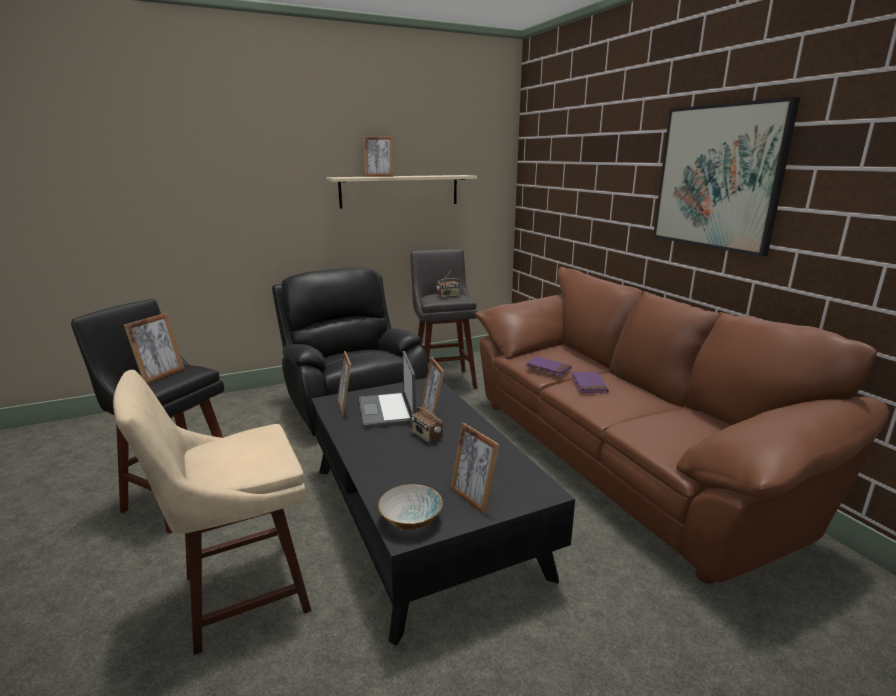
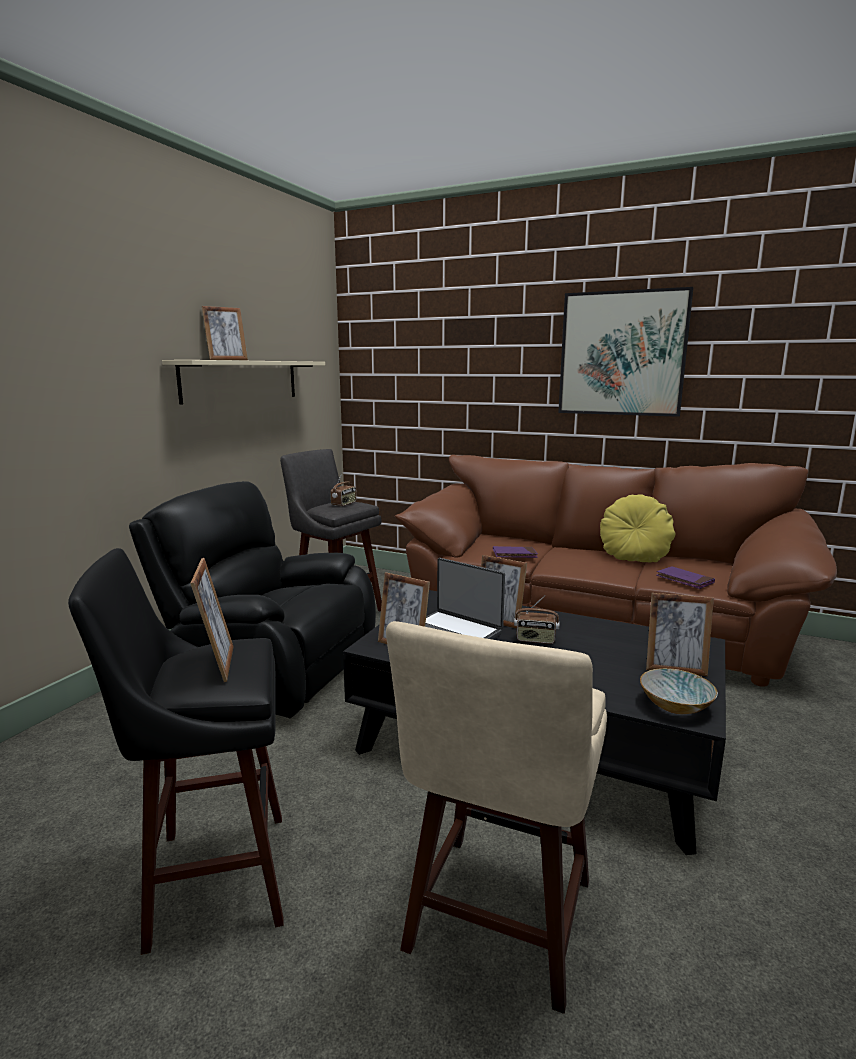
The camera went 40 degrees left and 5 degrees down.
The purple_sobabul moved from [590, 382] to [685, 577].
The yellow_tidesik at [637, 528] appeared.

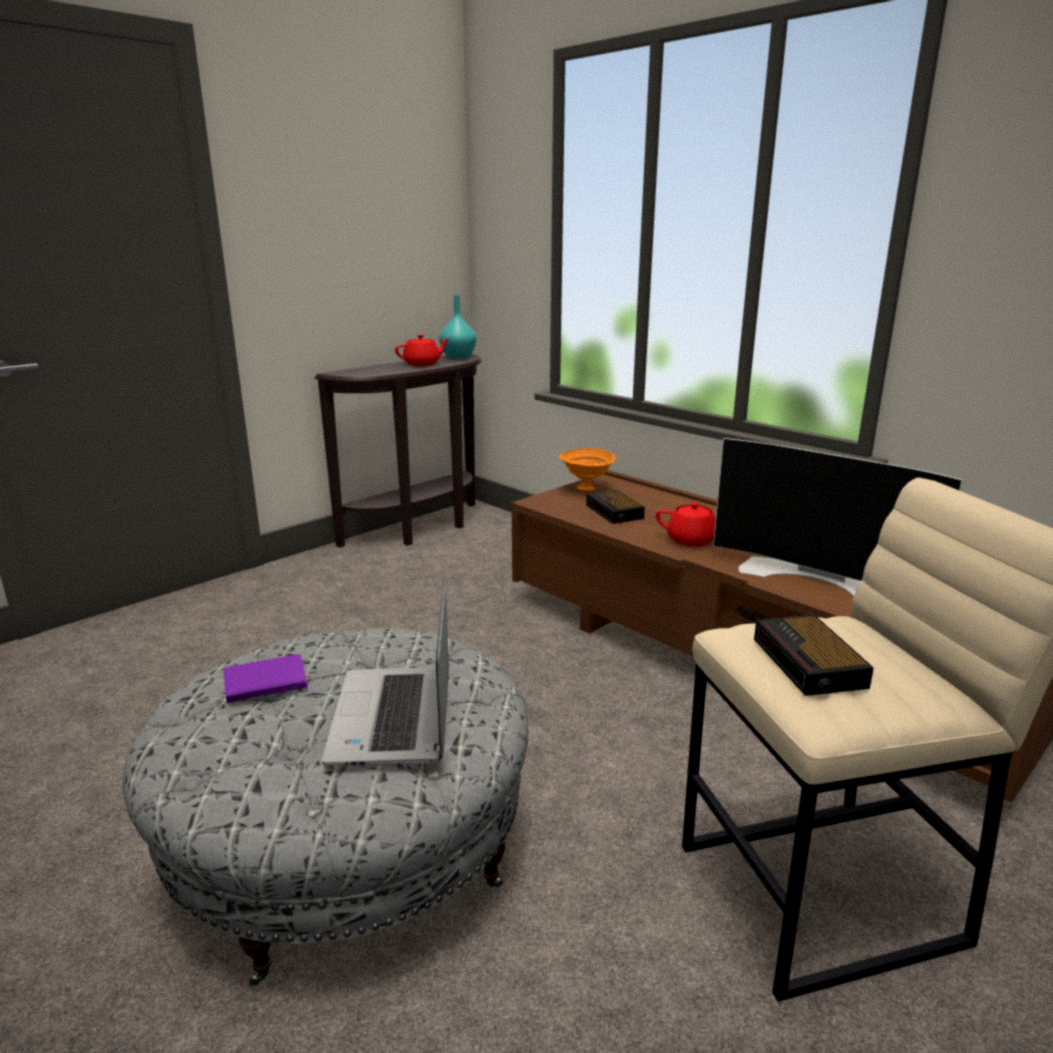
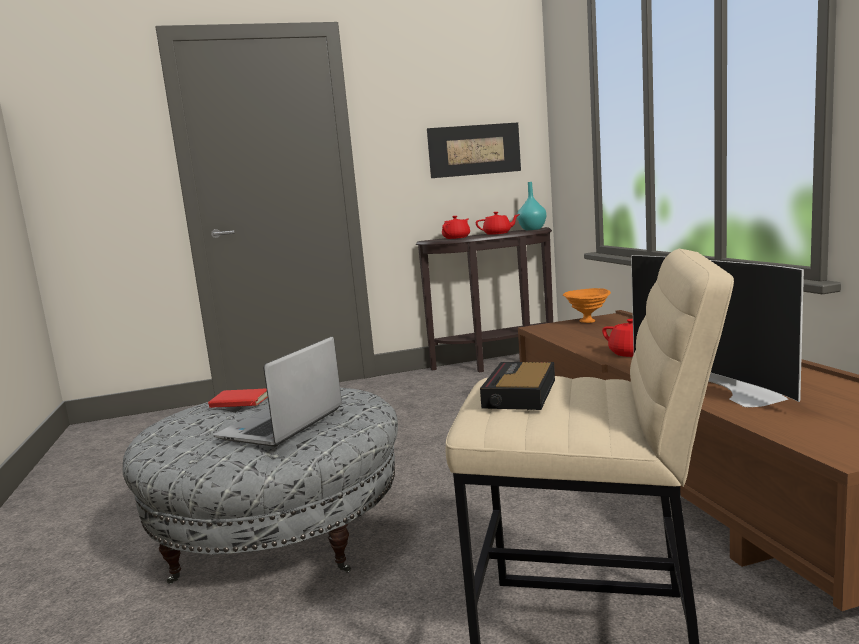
The camera went 30 degrees right and 10 degrees down.
The purple_sobabul at [266, 678] became the red_sobabul at [238, 398].
The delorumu at [615, 507] disappeared.
The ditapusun at [474, 150] appeared.
The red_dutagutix at [456, 227] appeared.

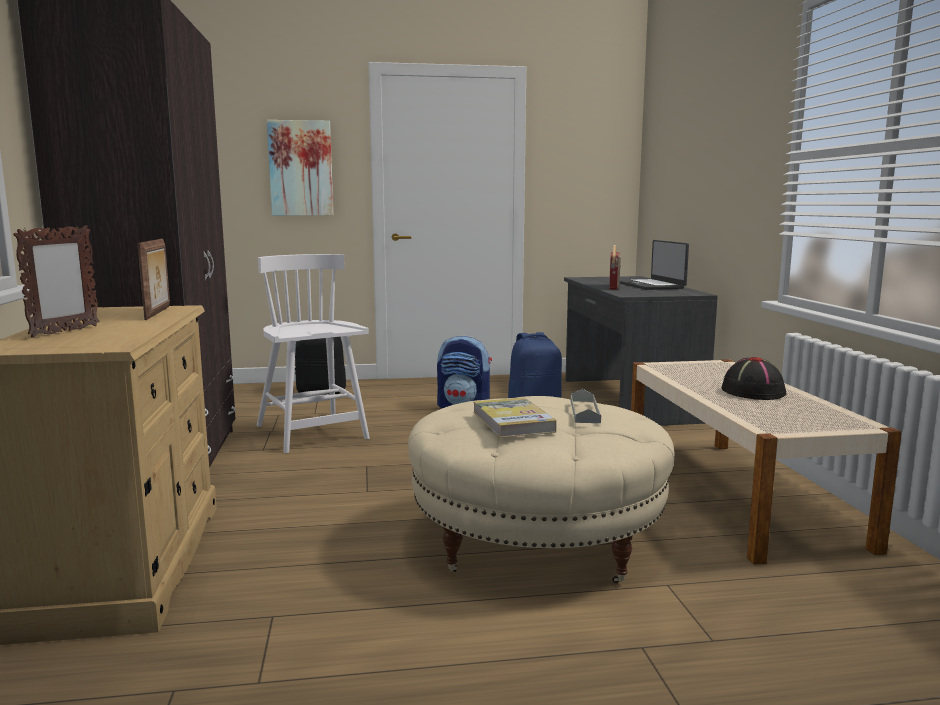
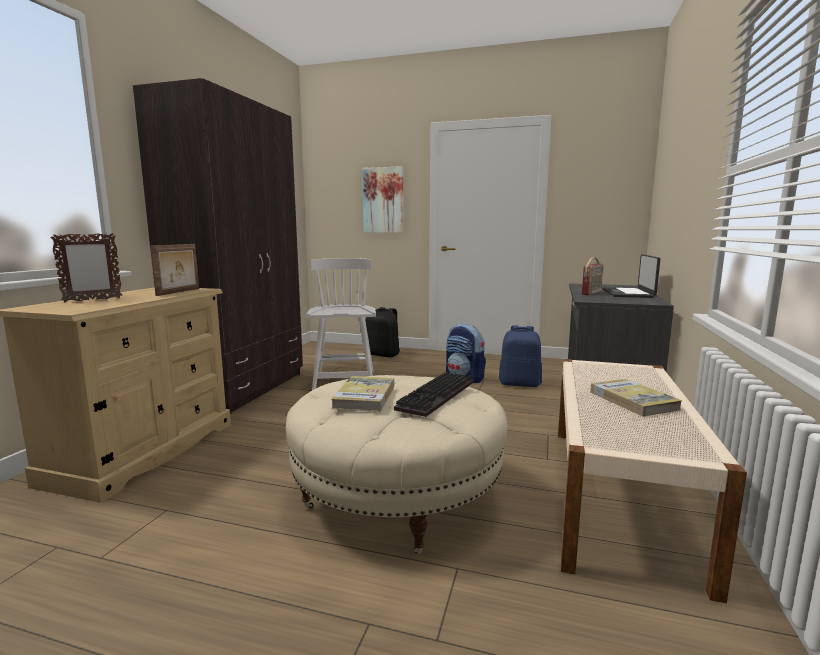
The camera went 25 degrees right and 0 degrees up.
The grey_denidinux at [586, 406] was replaced by the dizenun at [433, 394].
The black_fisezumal at [754, 378] was replaced by the sobabul at [636, 397].

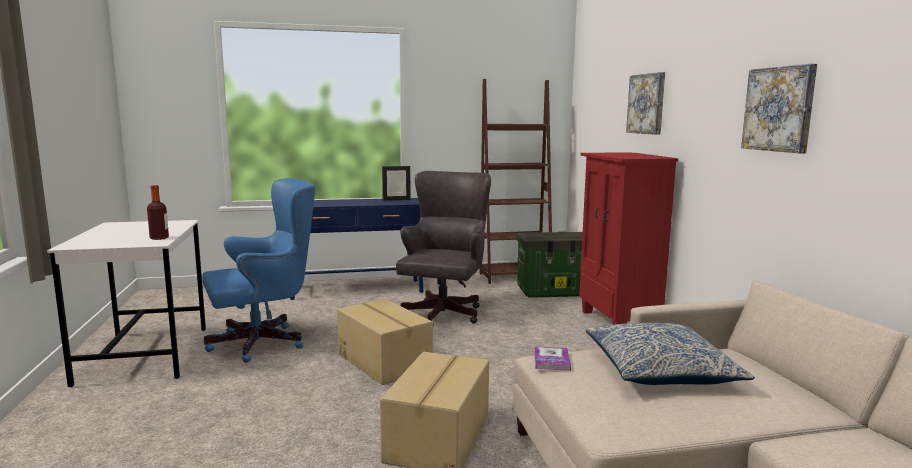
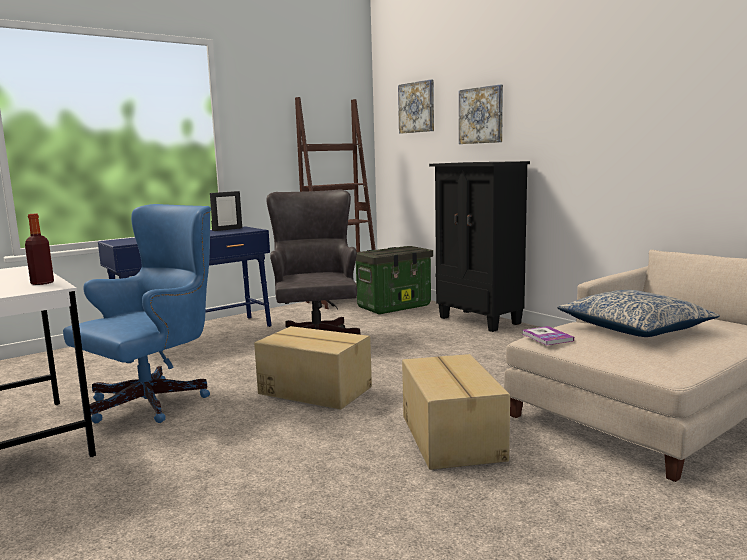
The camera went 25 degrees left and 0 degrees up.
The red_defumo at [628, 238] became the black_defumo at [479, 246].
The ditapusun moved from [779, 108] to [416, 106].

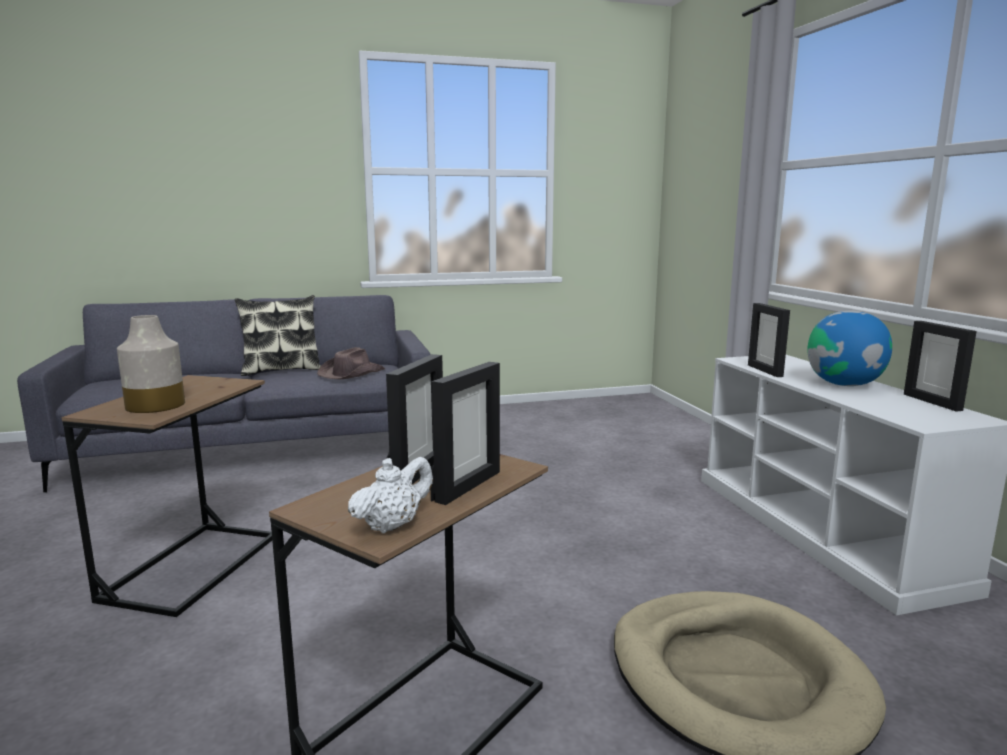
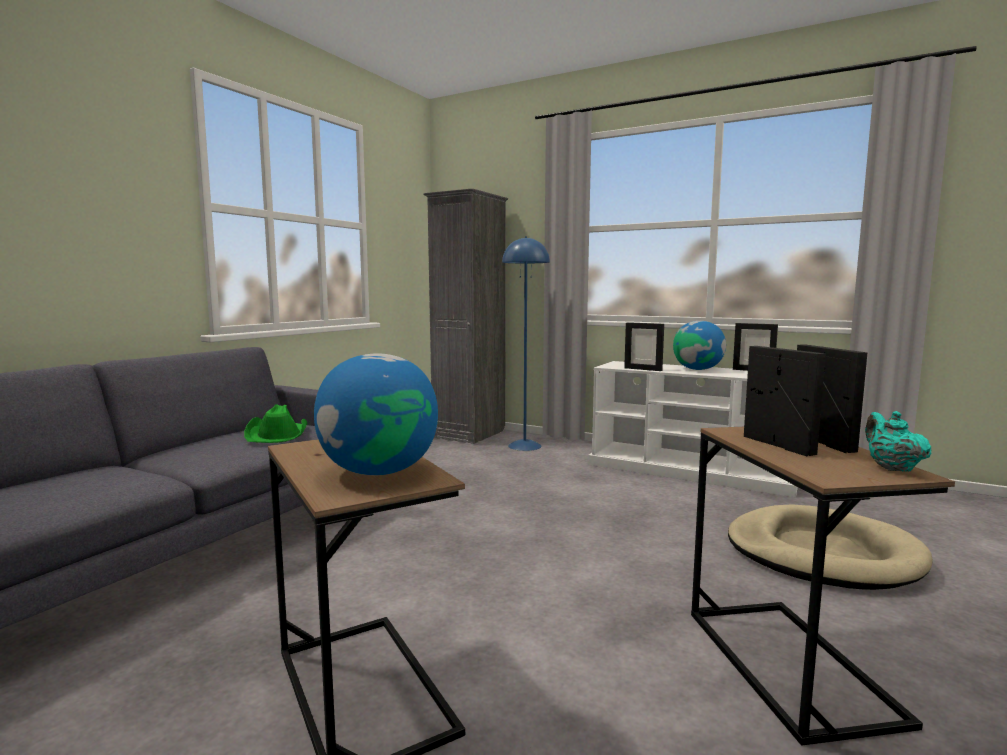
The camera went 45 degrees left and 5 degrees down.
The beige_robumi at [151, 364] was replaced by the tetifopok at [376, 414].
The tidesik at [278, 335] disappeared.
The brown_fisezumal at [351, 363] became the green_fisezumal at [275, 423].
The white_dutagutix at [390, 495] became the turquoise_dutagutix at [898, 441].
The grey_defumo at [465, 316] appeared.
The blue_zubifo at [526, 344] appeared.

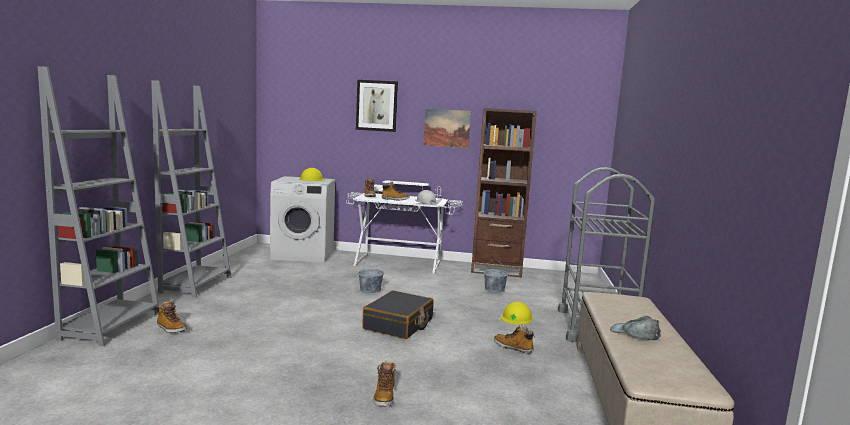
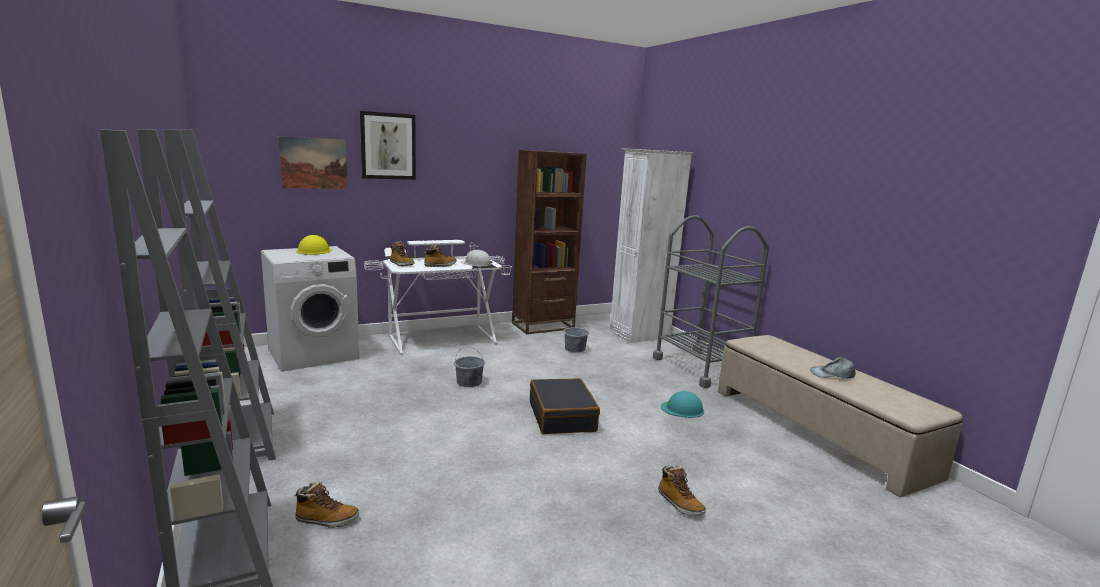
The camera went 35 degrees left and 5 degrees up.
The ditapusun moved from [447, 128] to [313, 162].
The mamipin at [514, 338] was replaced by the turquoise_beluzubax at [682, 404].
The yellow_beluzubax at [517, 313] disappeared.
The white_defumo at [651, 245] appeared.

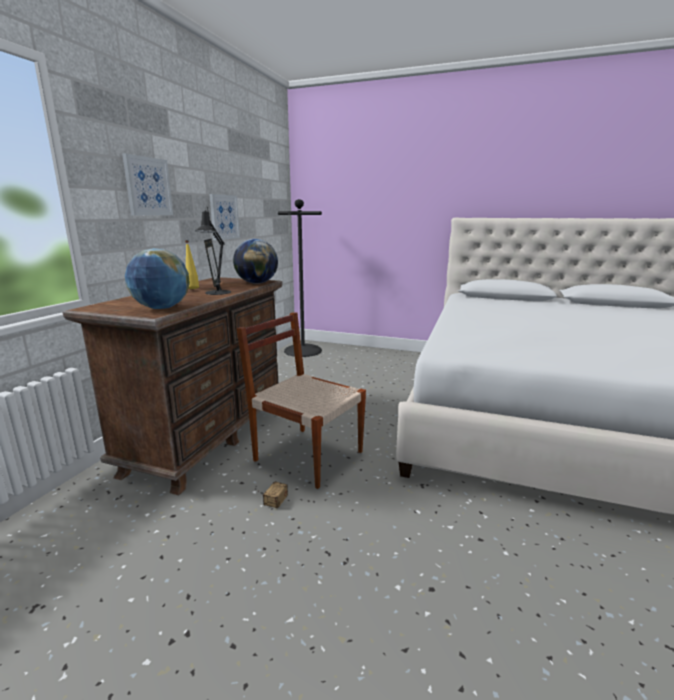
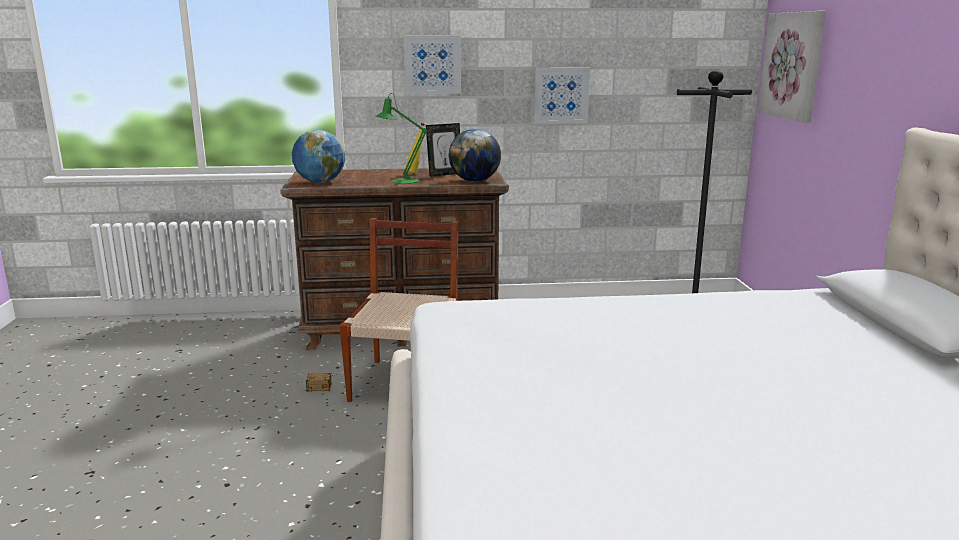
The camera went 65 degrees right and 0 degrees up.
The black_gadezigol at [213, 250] became the green_gadezigol at [401, 138].
The ditapusun at [792, 67] appeared.

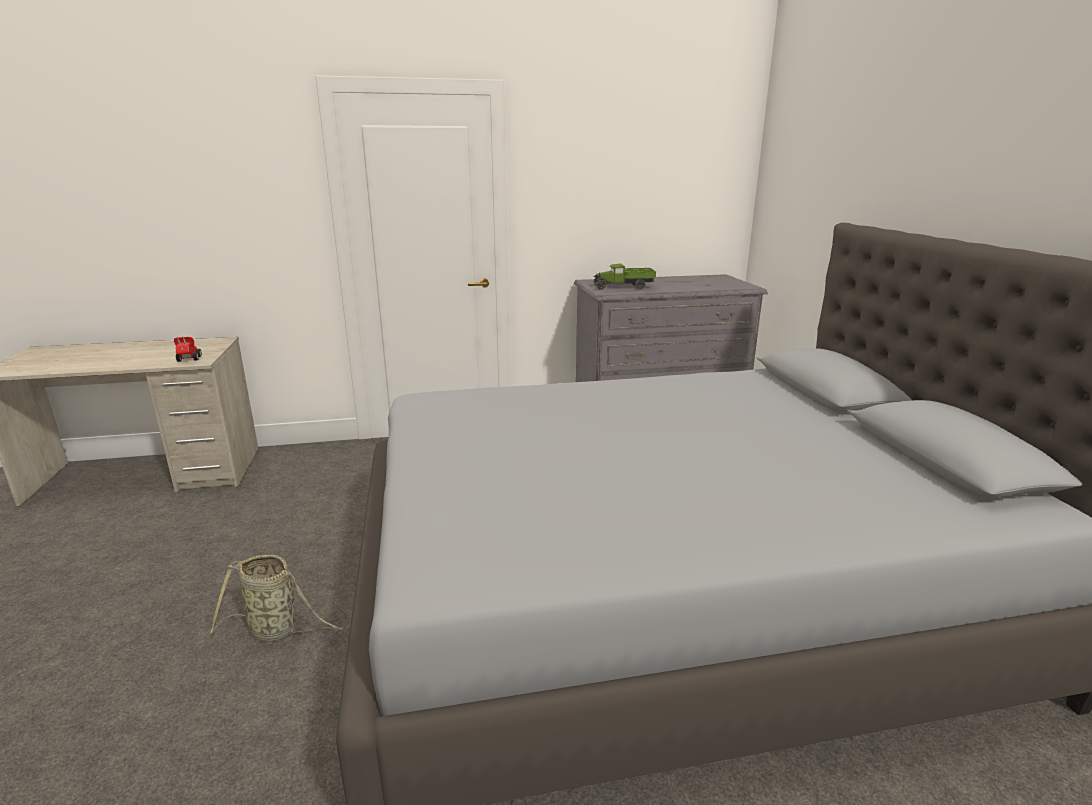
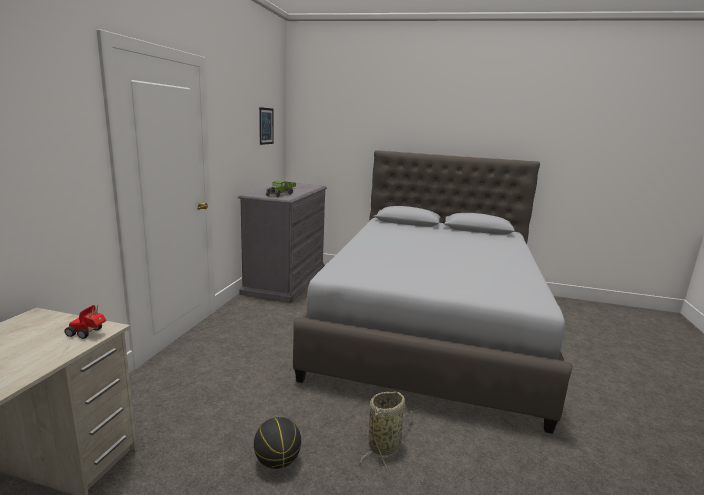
The camera went 65 degrees left and 5 degrees down.
The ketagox at [277, 443] appeared.
The ditapusun at [266, 126] appeared.

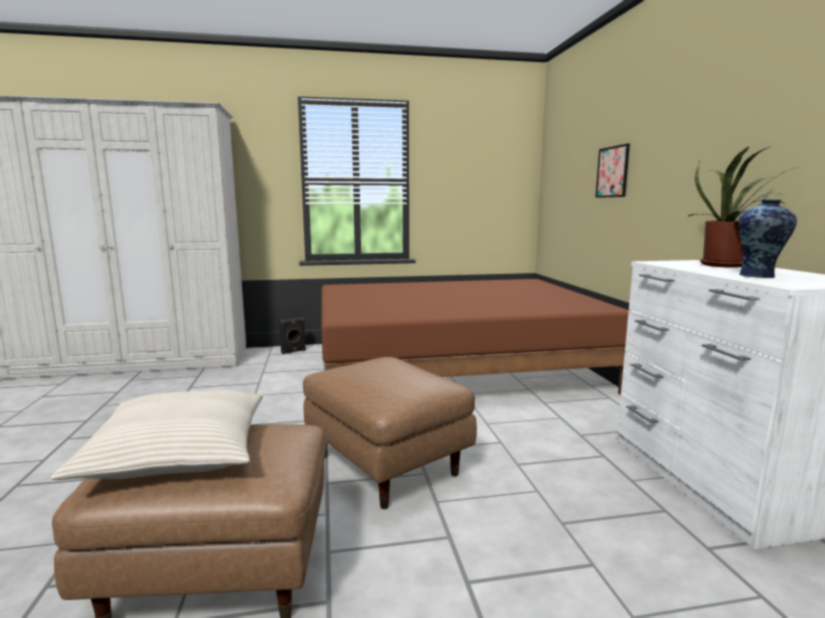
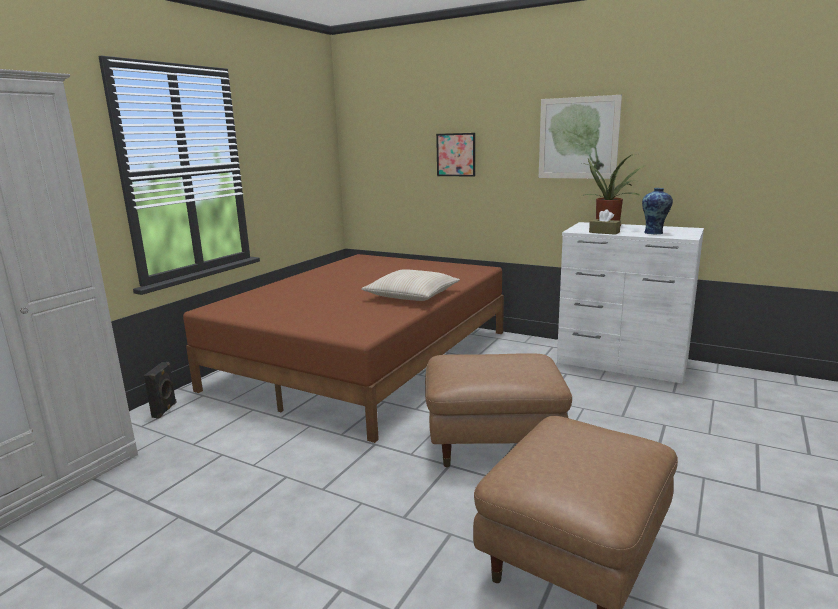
The camera went 50 degrees left and 5 degrees up.
The beige_tidesik moved from [157, 435] to [410, 285].
The ditapusun at [580, 137] appeared.
The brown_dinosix at [605, 222] appeared.

